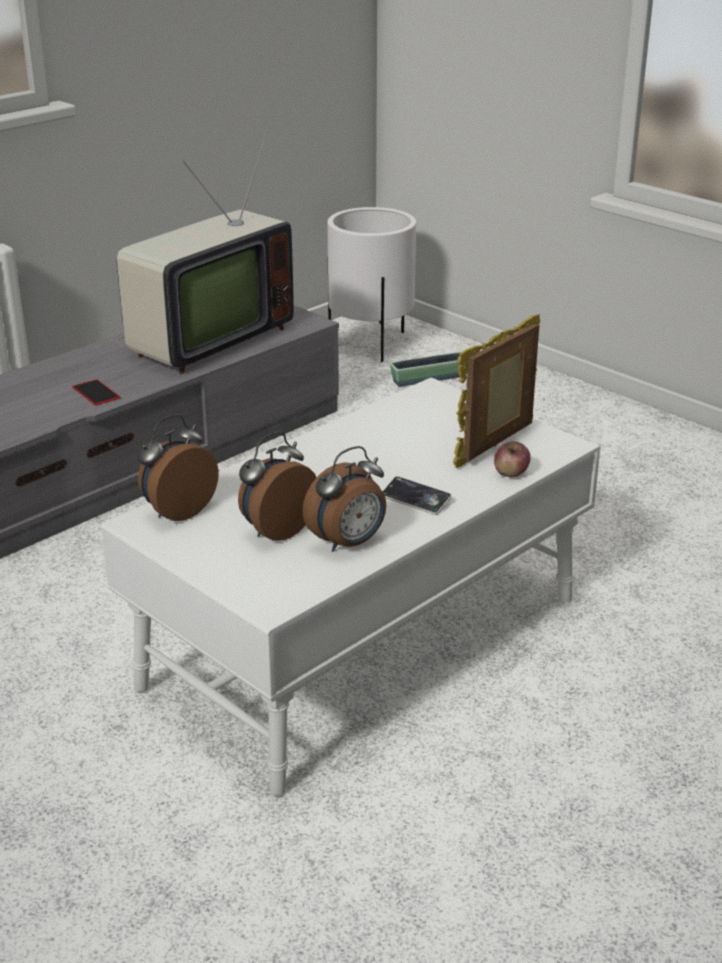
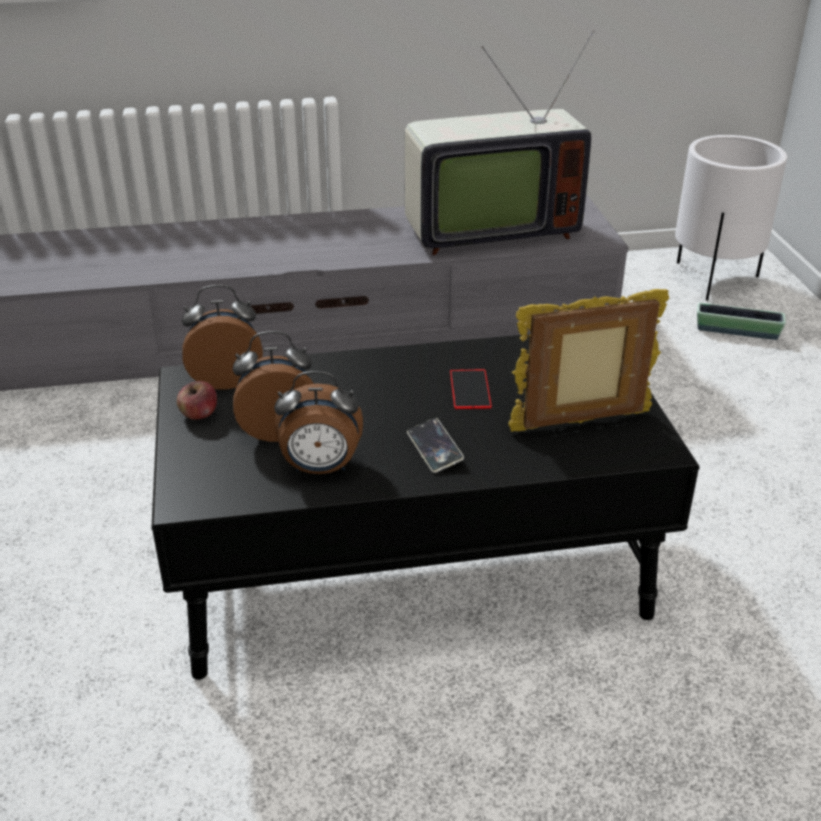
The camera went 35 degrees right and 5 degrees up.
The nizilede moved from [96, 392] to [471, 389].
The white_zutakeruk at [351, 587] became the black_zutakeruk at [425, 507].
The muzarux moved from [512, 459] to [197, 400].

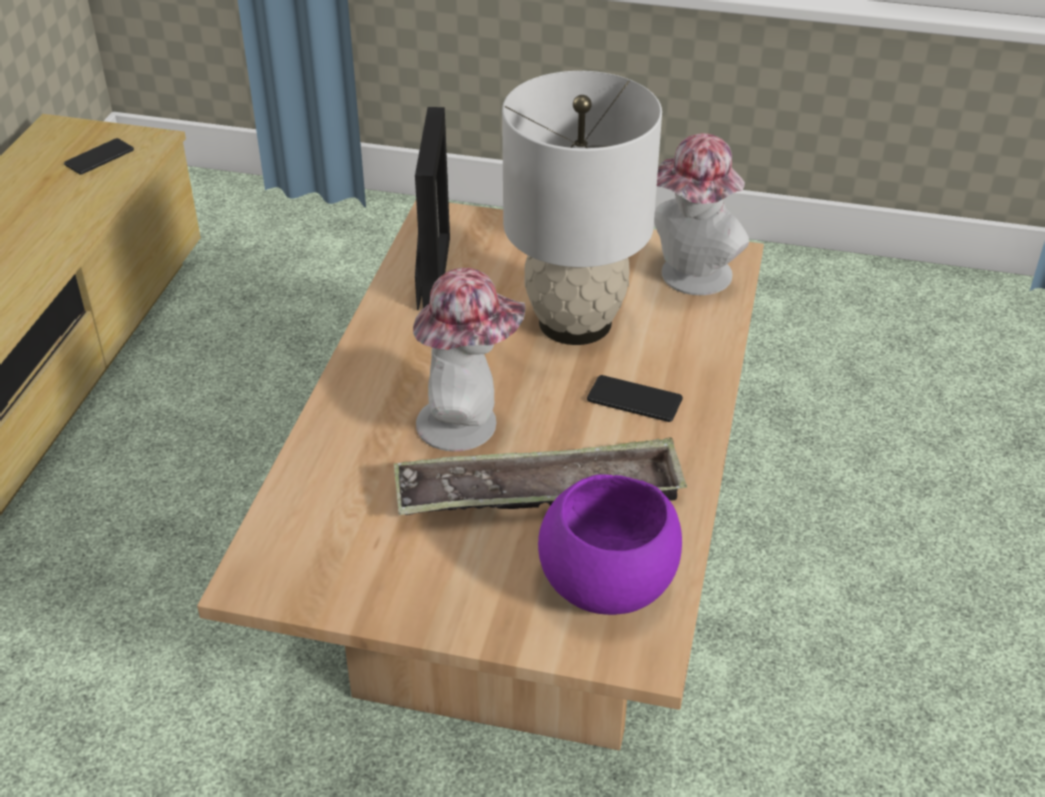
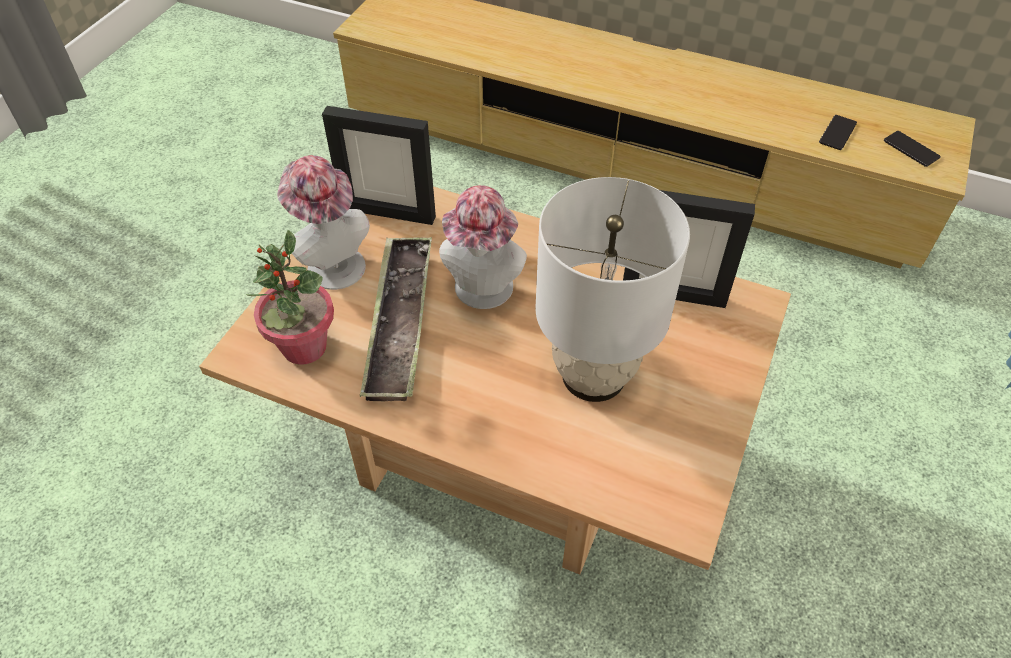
The camera went 100 degrees right and 10 degrees up.
The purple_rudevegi at [610, 544] was replaced by the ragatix at [290, 297].
The nizilede moved from [635, 398] to [838, 132].
The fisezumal moved from [701, 214] to [323, 222].
The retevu at [379, 165] appeared.

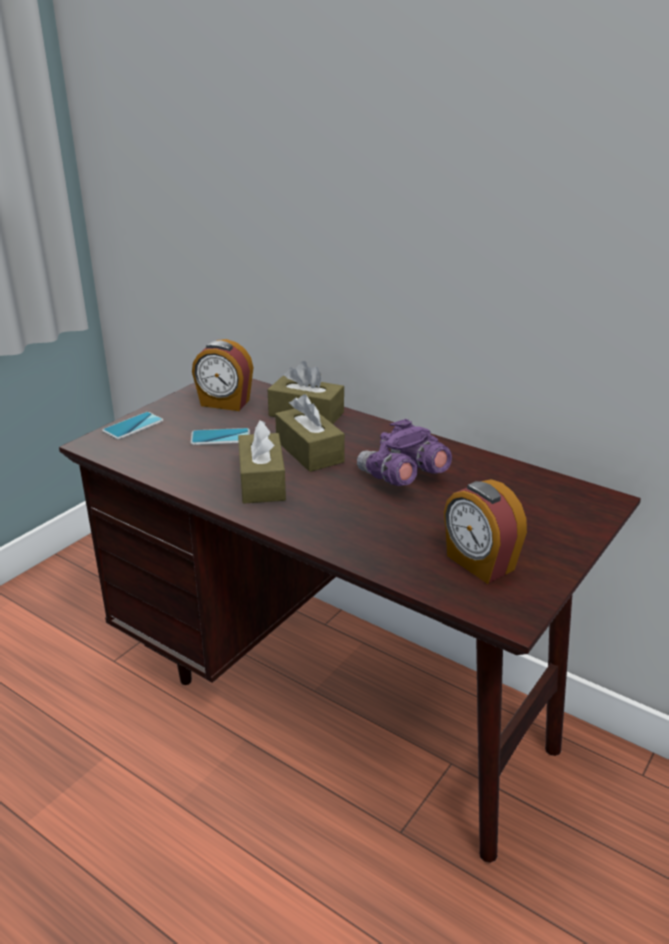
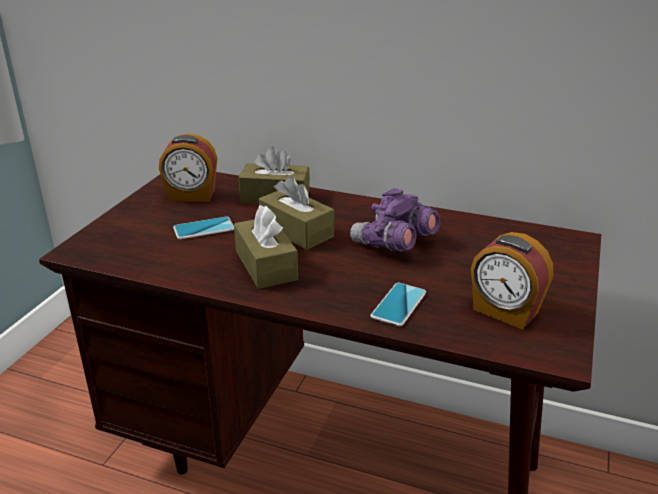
The camera went 15 degrees left and 0 degrees up.
The nizilede moved from [132, 426] to [398, 304].

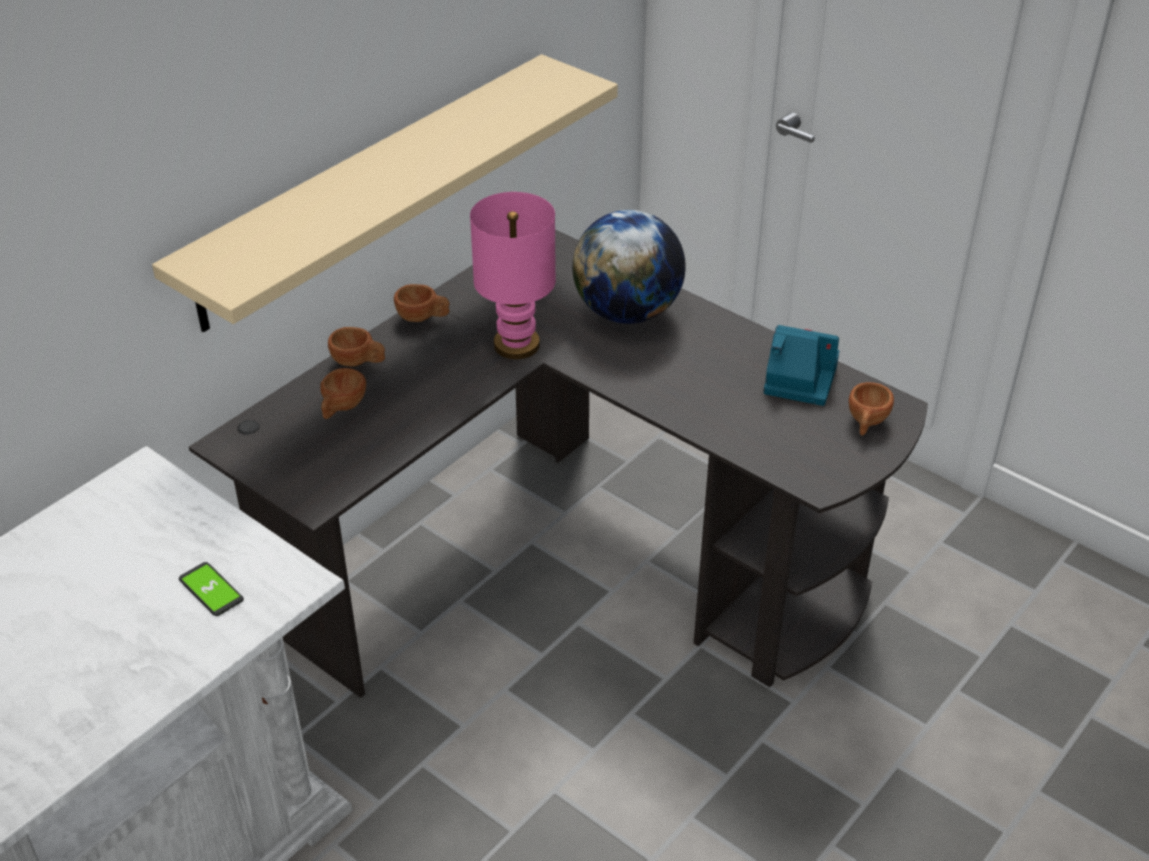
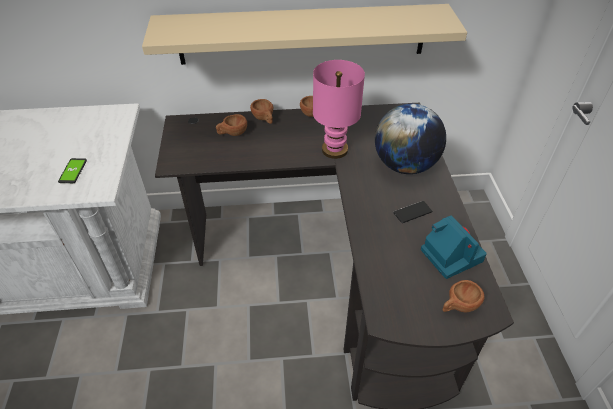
The camera went 45 degrees right and 5 degrees up.
The nizilede at [412, 212] appeared.

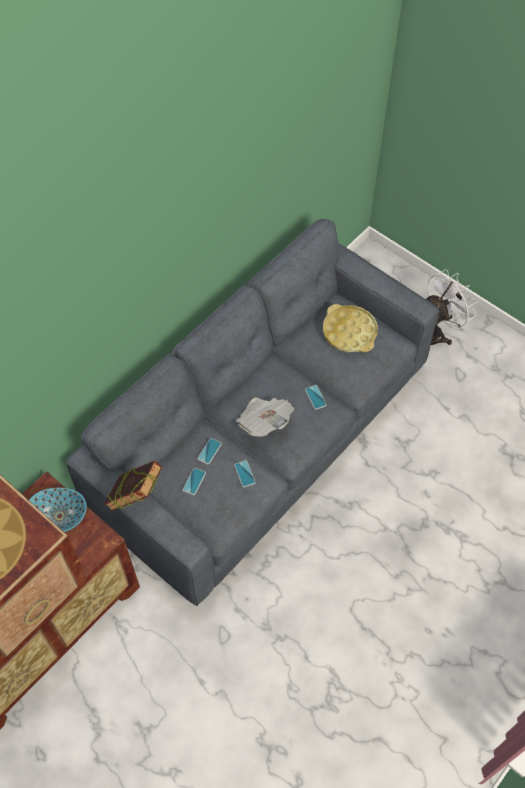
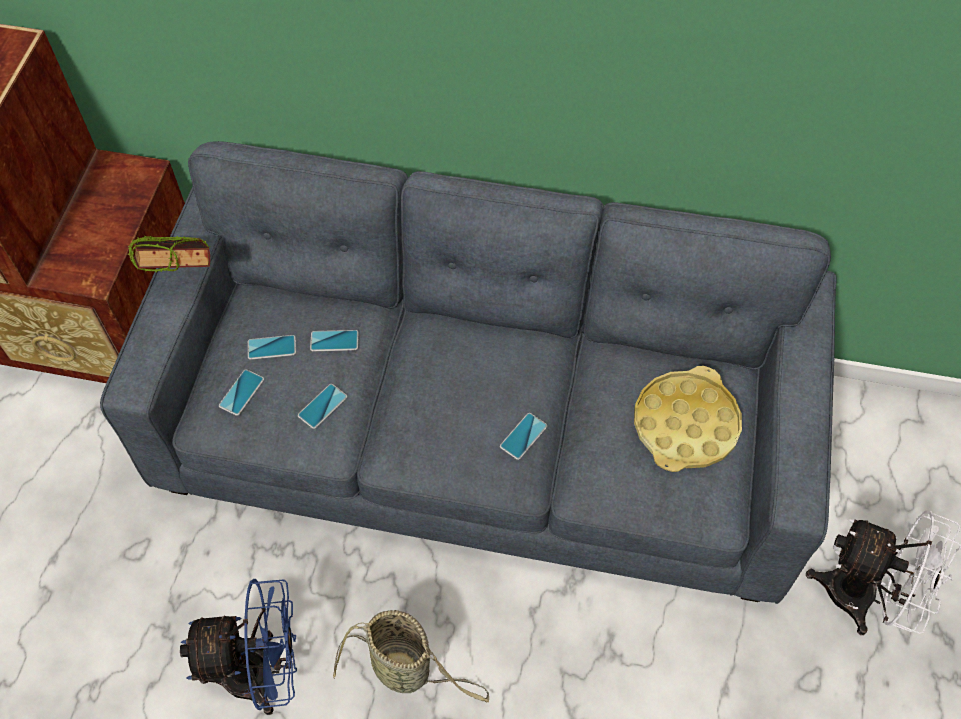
The camera went 60 degrees right and 0 degrees up.
The rudevegi at [58, 510] disappeared.
The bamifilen at [265, 417] disappeared.
The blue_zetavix at [238, 647] appeared.
The nizilede at [241, 392] appeared.
The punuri at [411, 656] appeared.

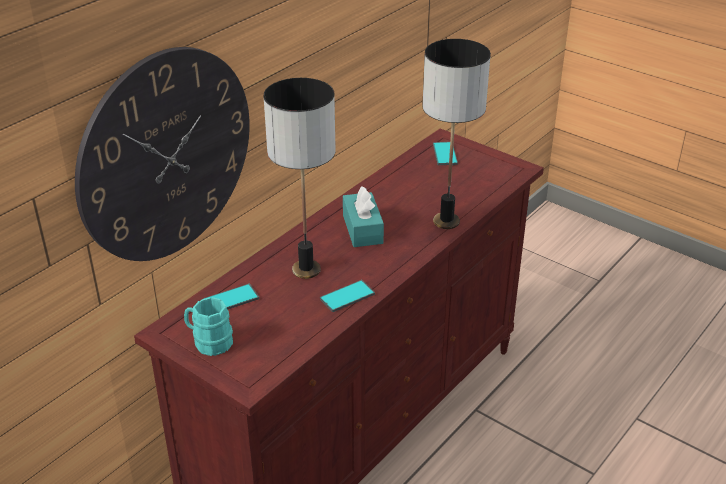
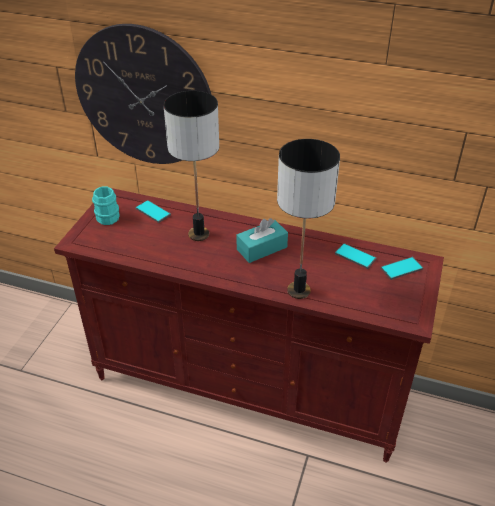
The camera went 70 degrees right and 5 degrees up.
The nizilede moved from [347, 296] to [355, 256].

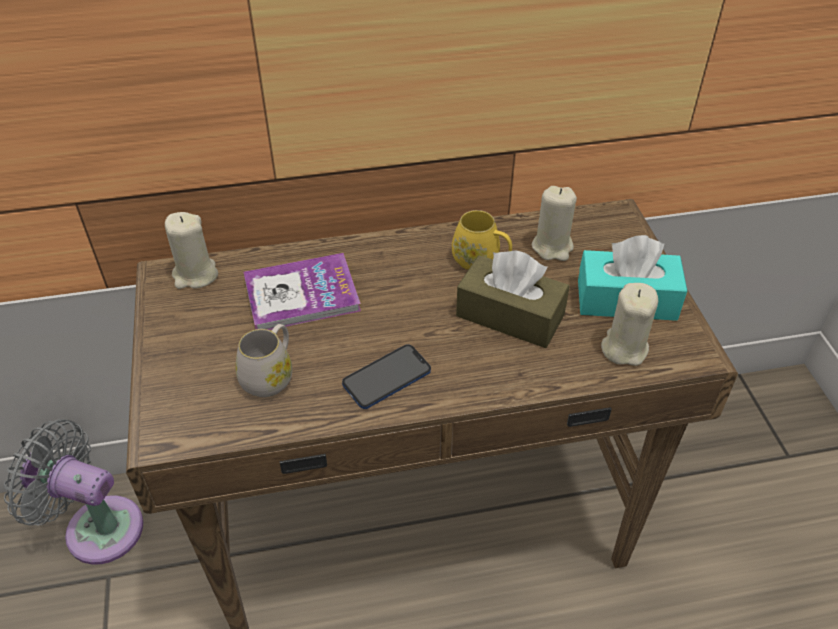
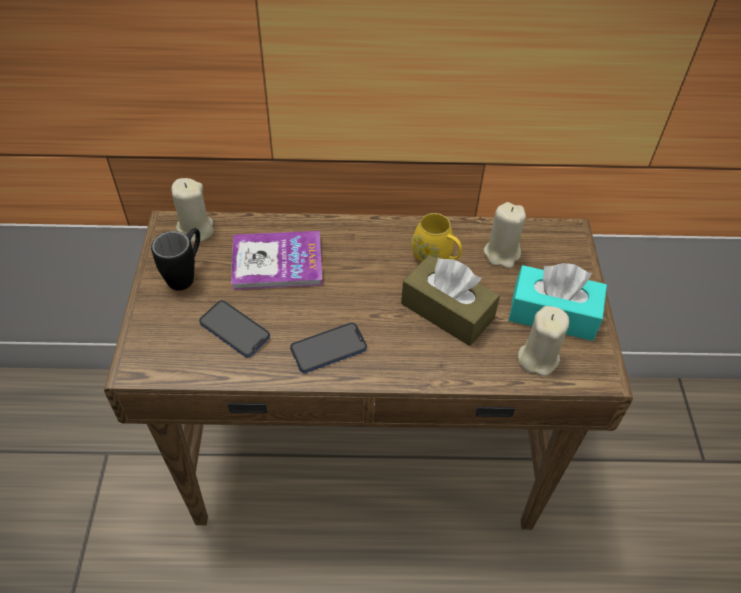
The camera went 10 degrees right and 5 degrees up.
The grey_zetavix at [74, 492] disappeared.
The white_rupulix at [263, 360] was replaced by the nizilede at [234, 329].
The black_rupulix at [175, 259] appeared.

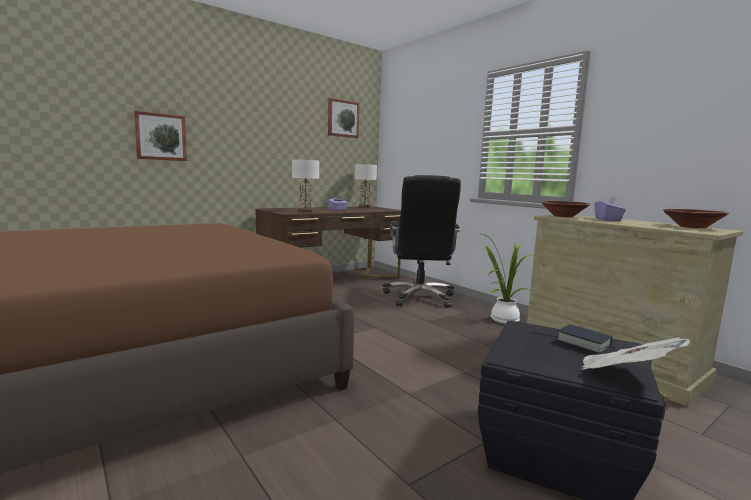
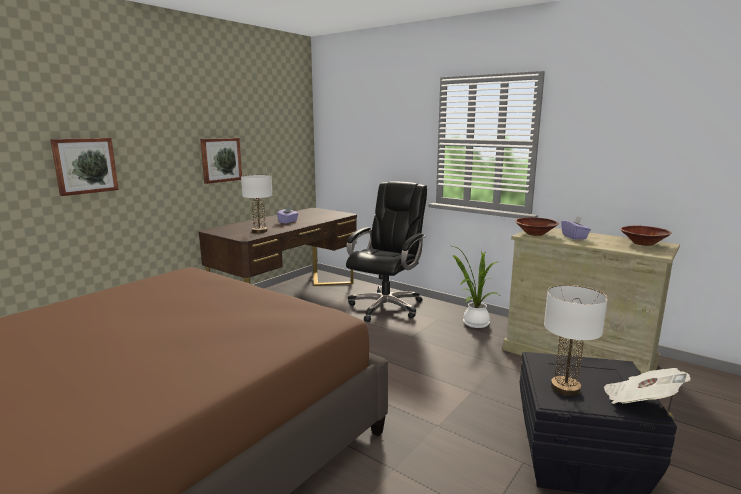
The camera went 15 degrees left and 5 degrees up.
The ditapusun moved from [344, 118] to [221, 161].
The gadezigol moved from [365, 186] to [576, 340].
The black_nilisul at [422, 241] turned 135 degrees counterclockwise.
The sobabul at [584, 339] disappeared.

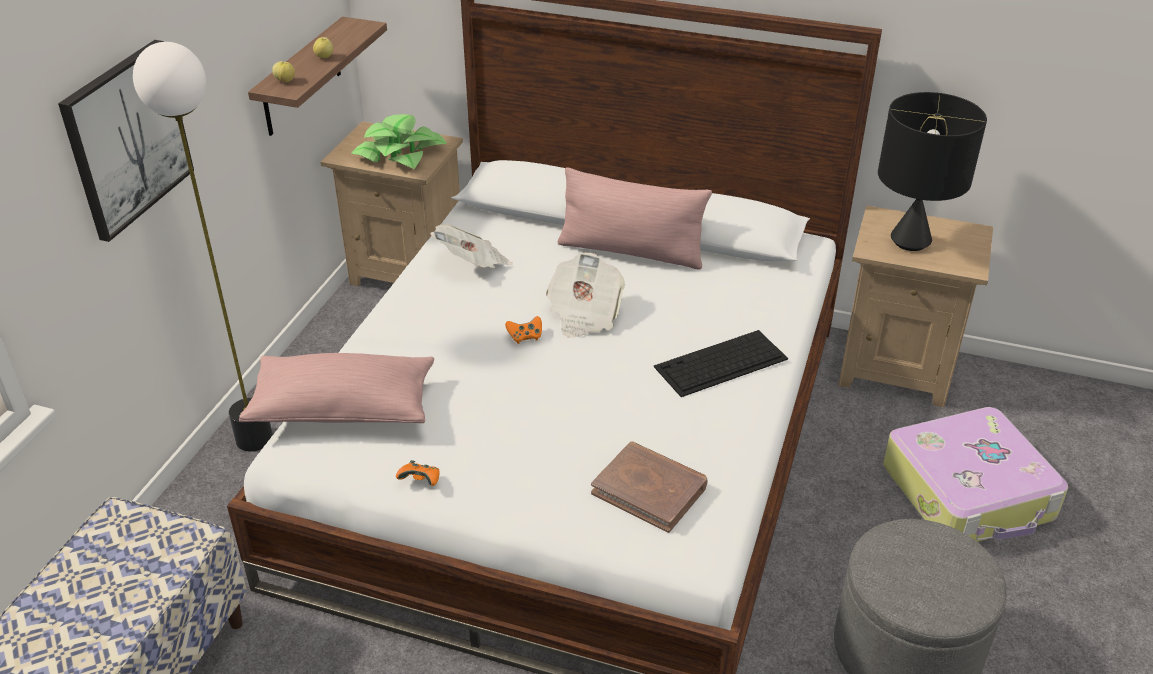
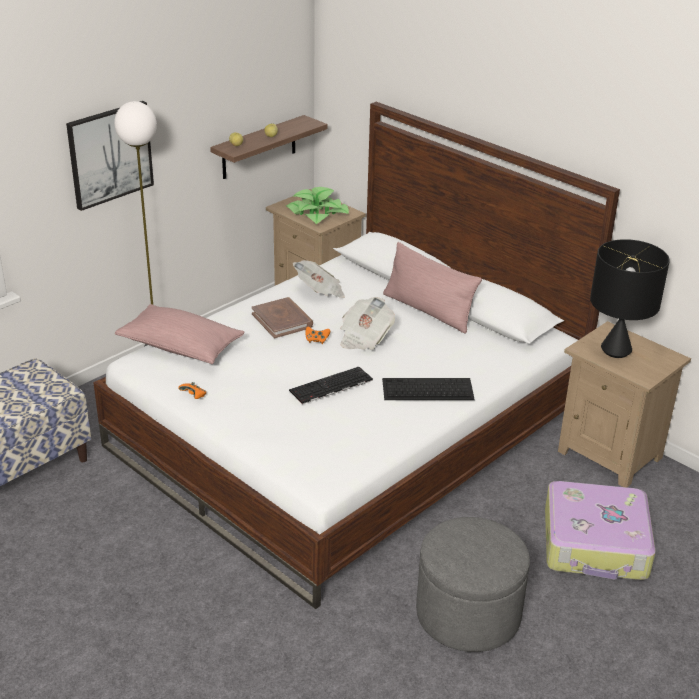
The camera went 25 degrees right and 5 degrees down.
The brown_sobabul moved from [649, 487] to [282, 317].
The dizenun at [331, 385] appeared.

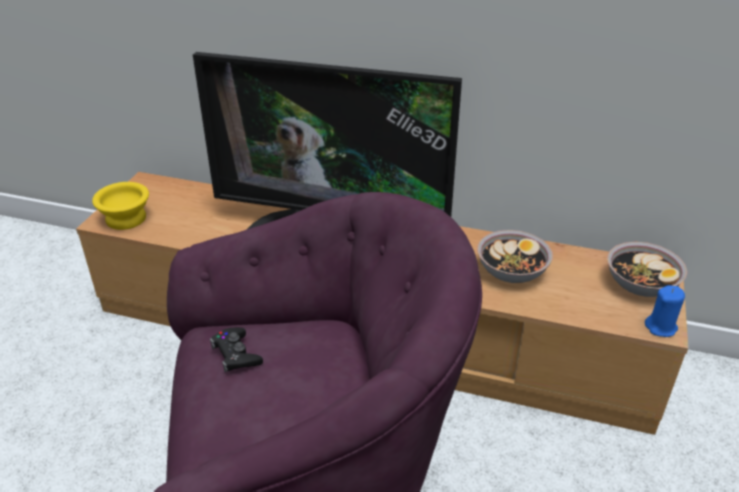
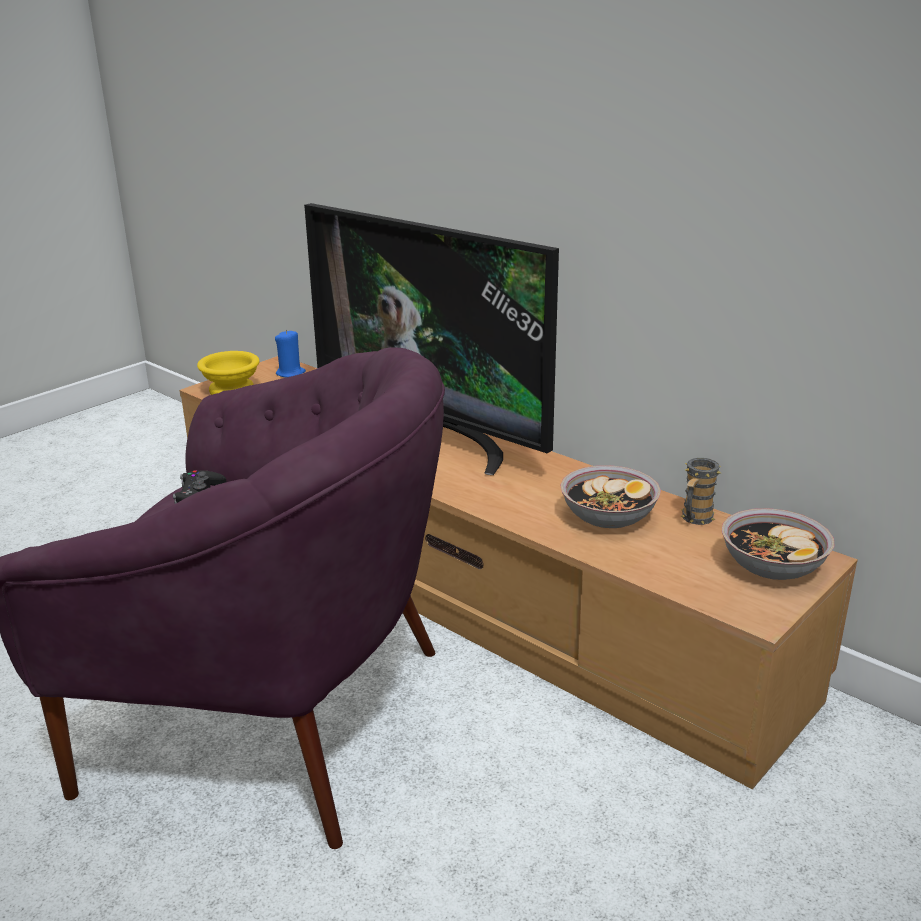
The camera went 25 degrees right and 10 degrees down.
The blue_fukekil moved from [665, 311] to [290, 354].
The rupulix at [700, 491] appeared.

